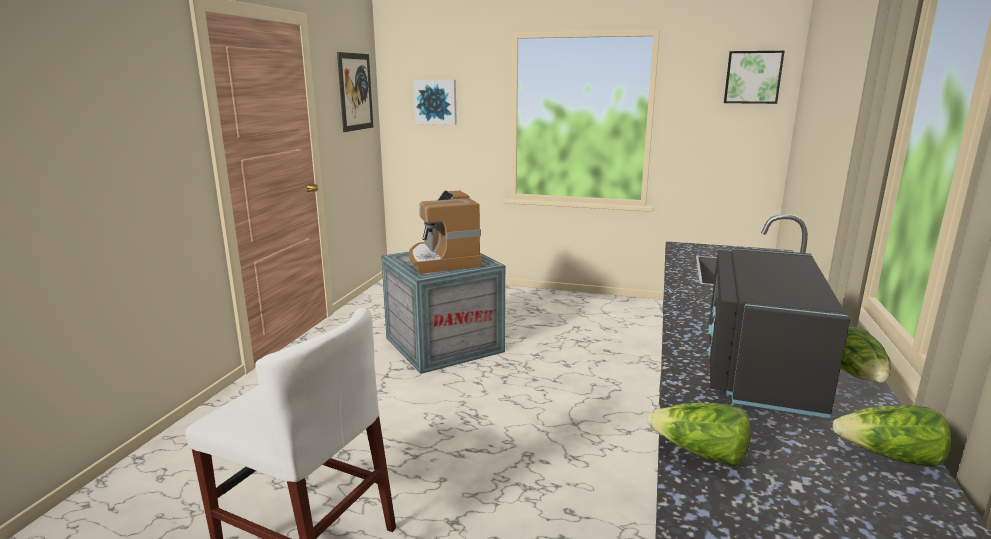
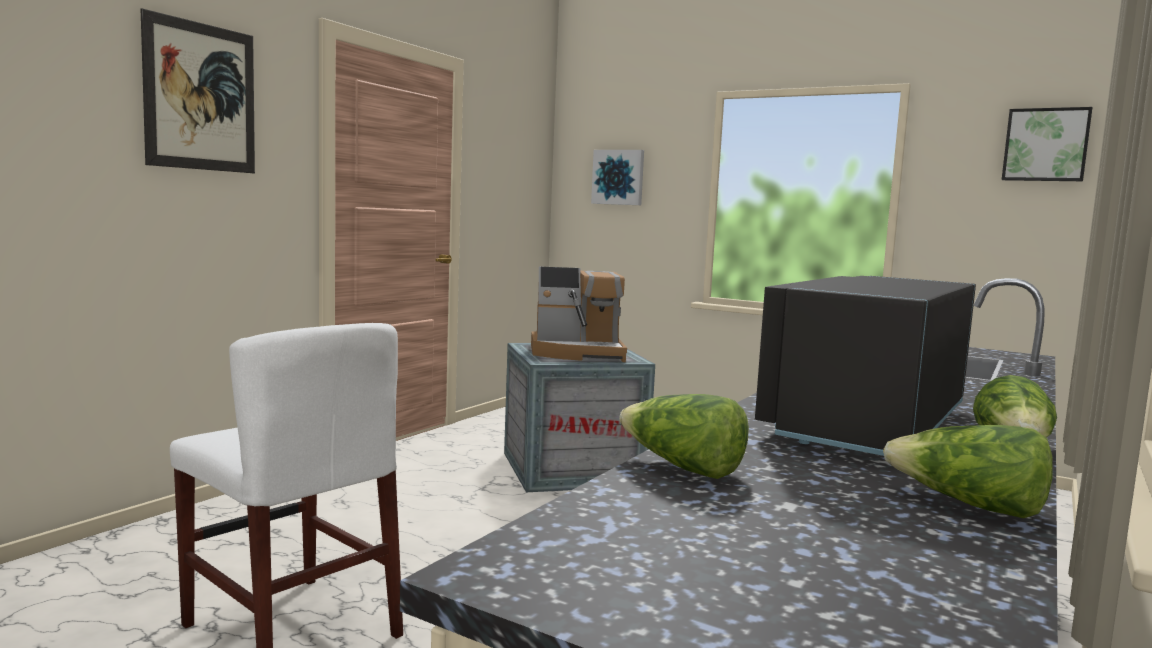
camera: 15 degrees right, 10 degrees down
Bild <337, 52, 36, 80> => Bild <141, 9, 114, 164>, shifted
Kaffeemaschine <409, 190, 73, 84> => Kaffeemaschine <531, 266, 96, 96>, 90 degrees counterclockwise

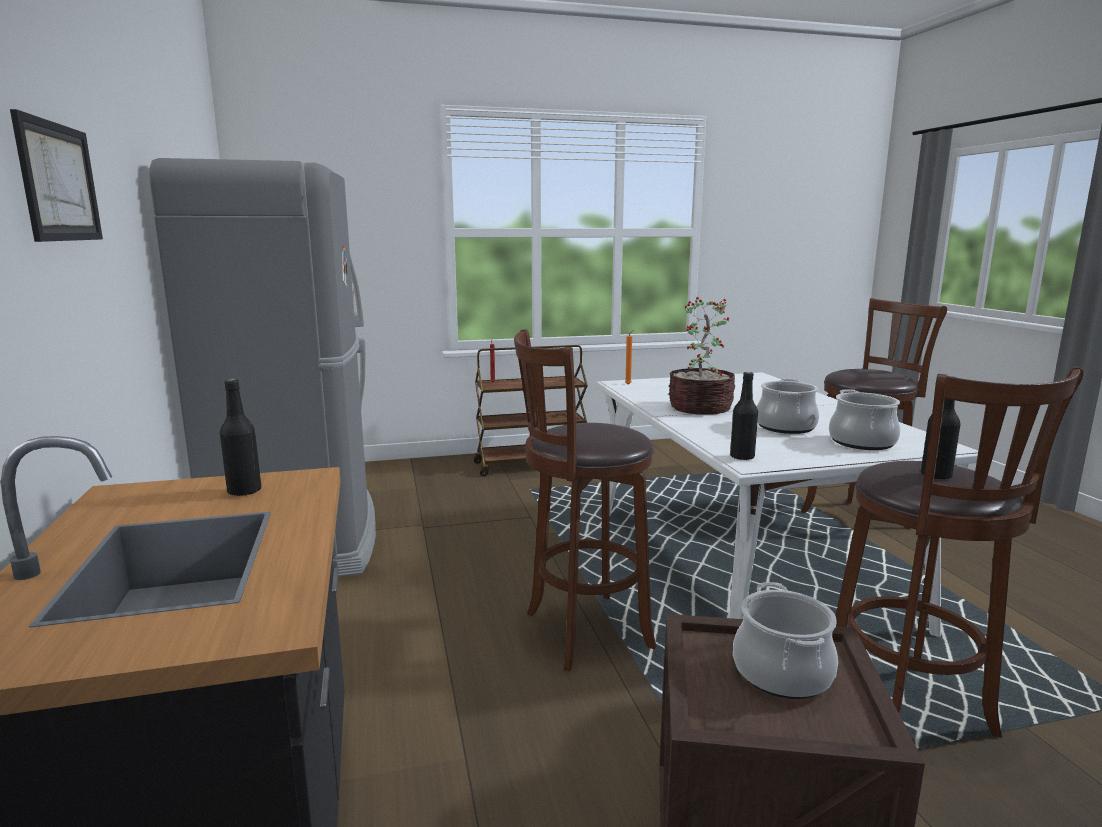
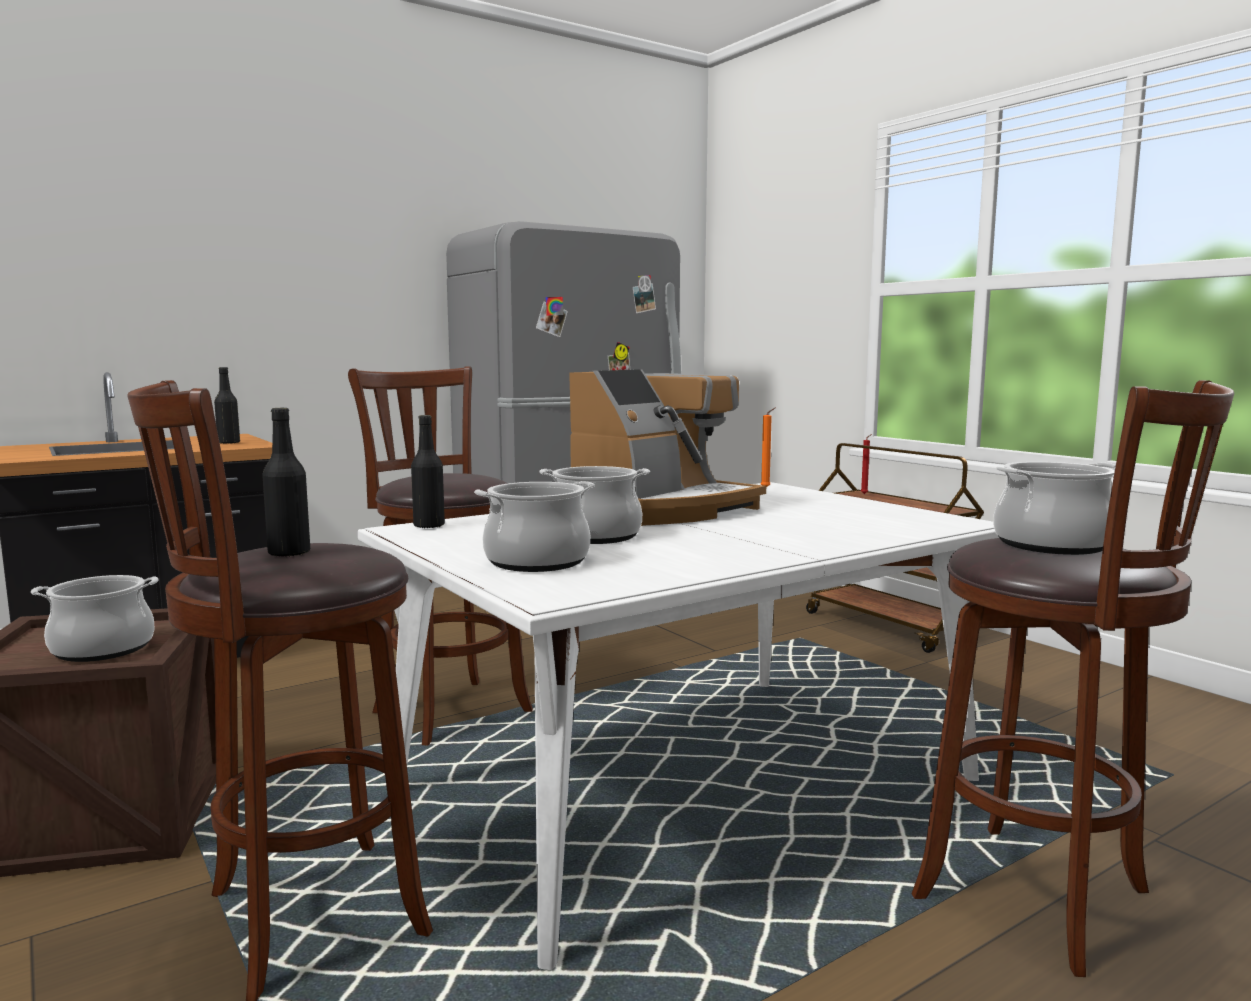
camera: 70 degrees right, 5 degrees down
Bild <10, 109, 93, 133> => nothing
nothing => Kochtopf <993, 462, 123, 93>
Topfpflanze <668, 297, 67, 118> => Kaffeemaschine <569, 369, 197, 157>

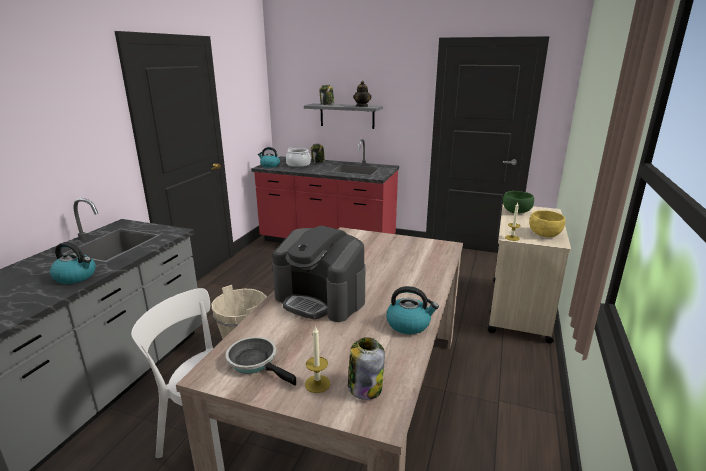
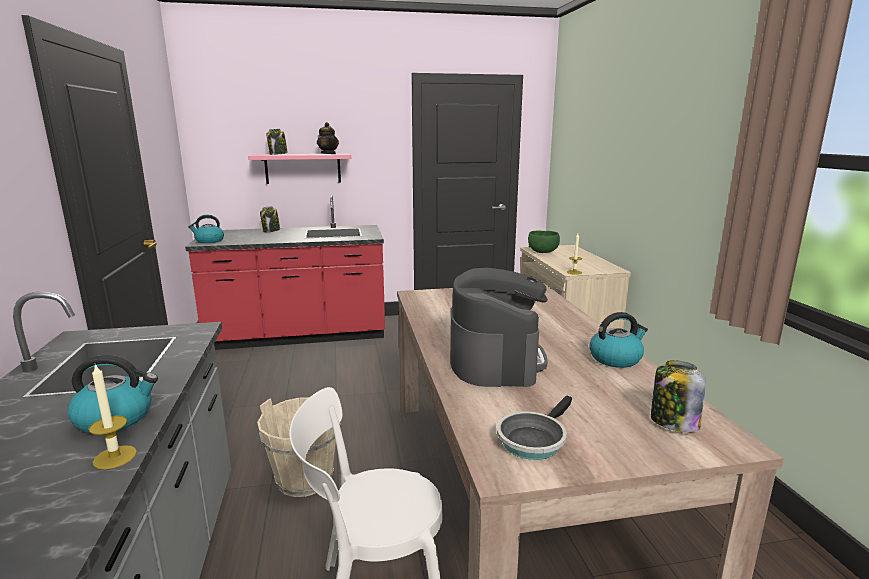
camera: 30 degrees left, 5 degrees down
Kochtopf <286, 148, 25, 20> => nothing
Schüssel (gelb) <529, 210, 36, 27> => nothing
Kerze <305, 325, 25, 68> => Kerze <89, 364, 48, 105>, shifted
Wandregal (grau) <304, 103, 79, 26> => Wandregal (rosa) <248, 154, 103, 30>
Pfanne <226, 337, 70, 48> => Pfanne <497, 396, 75, 64>, 60 degrees counterclockwise
Kaffeemaschine <272, 226, 93, 96> => Kaffeemaschine <450, 268, 98, 119>, 90 degrees counterclockwise

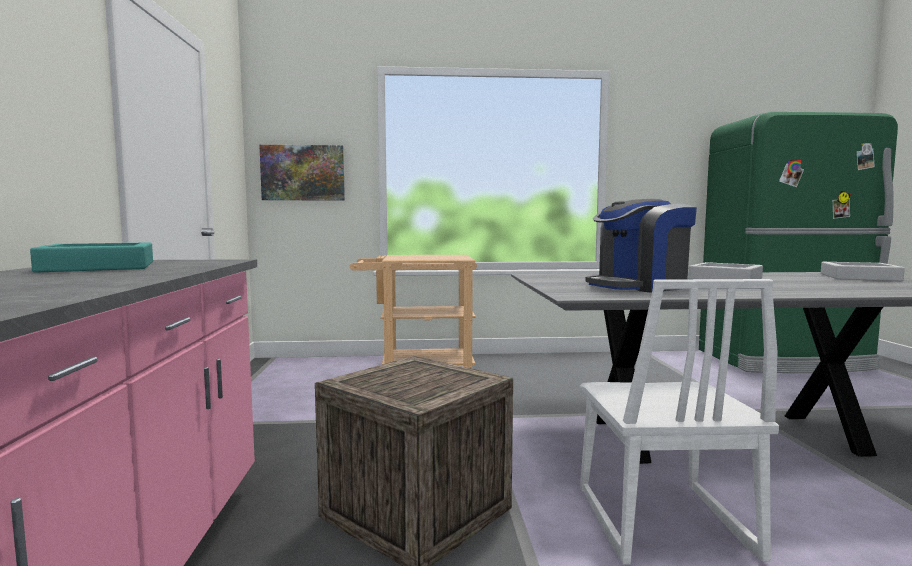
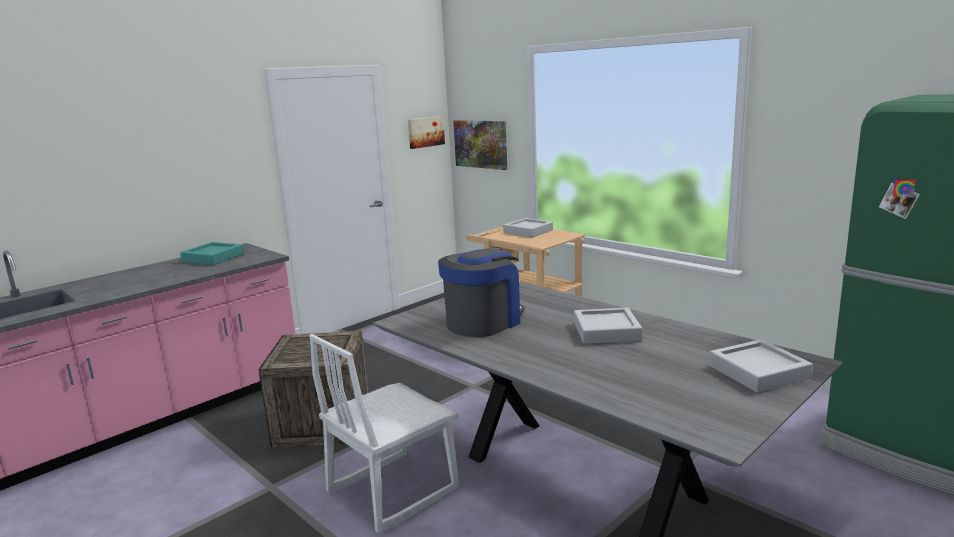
camera: 50 degrees right, 10 degrees up
nothing => Bild <408, 116, 37, 33>
nothing => Tablett (grau) <503, 218, 50, 20>
Kaffeemaschine <585, 199, 112, 93> => Kaffeemaschine <438, 247, 87, 90>, 105 degrees clockwise

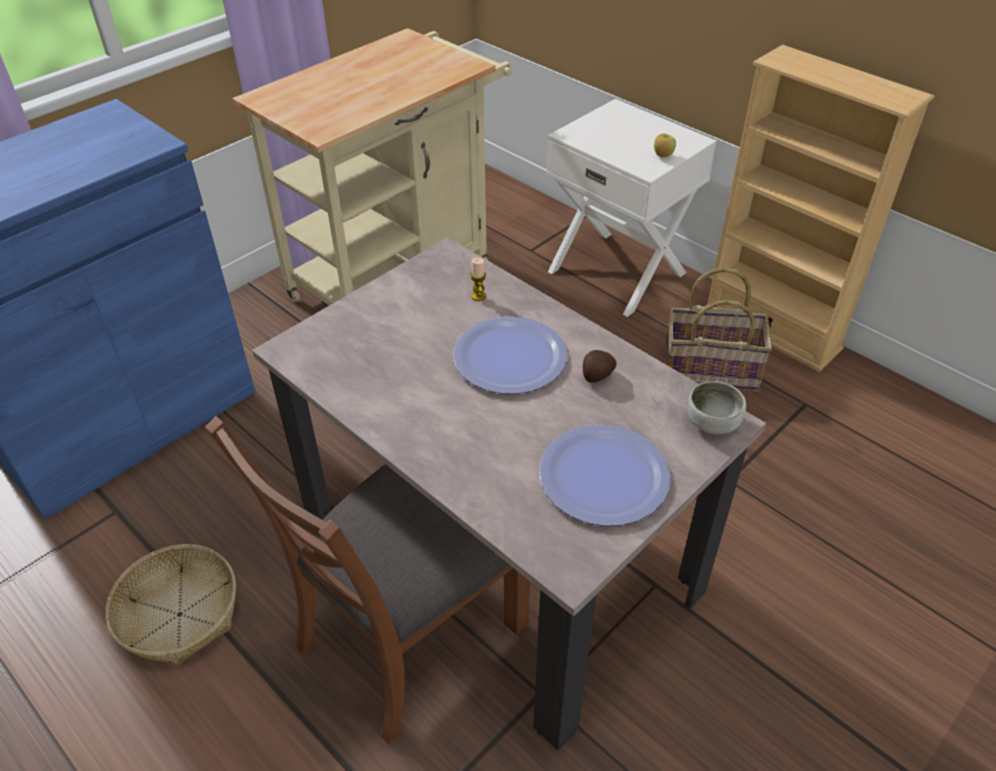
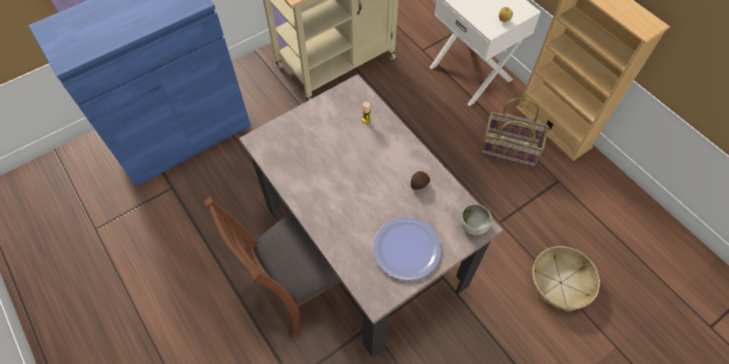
camera: 10 degrees right, 15 degrees up
Teller <453, 316, 114, 78> => nothing
Korb <106, 544, 130, 122> => Korb <532, 246, 68, 66>, shifted

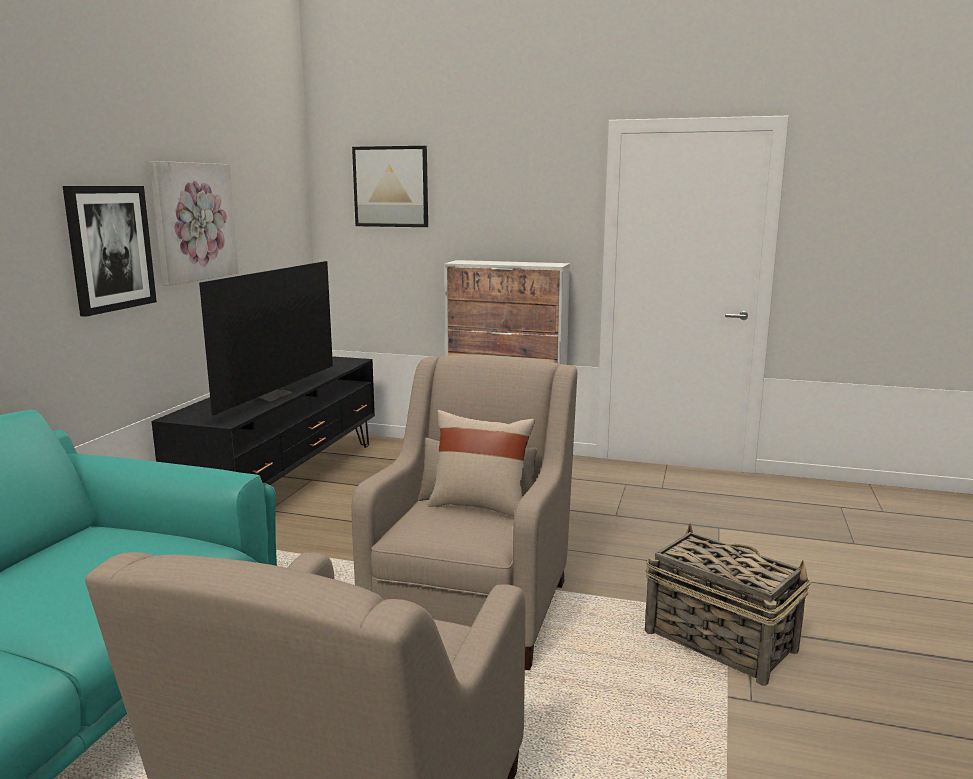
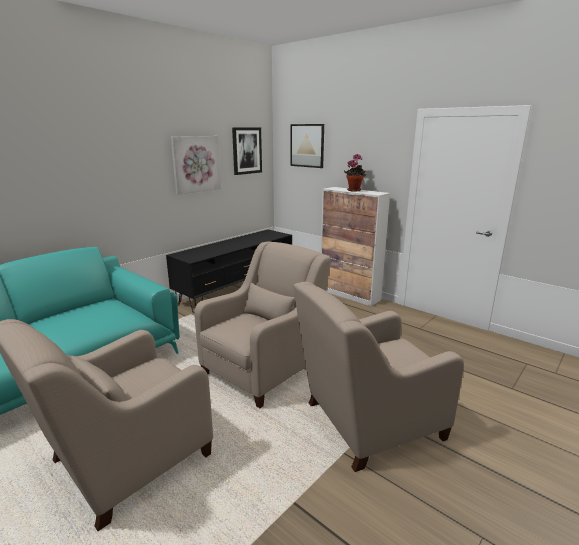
camera: 25 degrees right, 5 degrees up
Fernseher <199, 261, 134, 154> => nothing
Kissen (beige) <428, 410, 107, 107> => nothing
nothing => Topfpflanze <344, 154, 22, 38>
Bild <63, 186, 94, 131> => Bild <232, 127, 30, 48>, shifted
Korb <645, 523, 166, 163> => Sessel (beige) <293, 282, 171, 190>

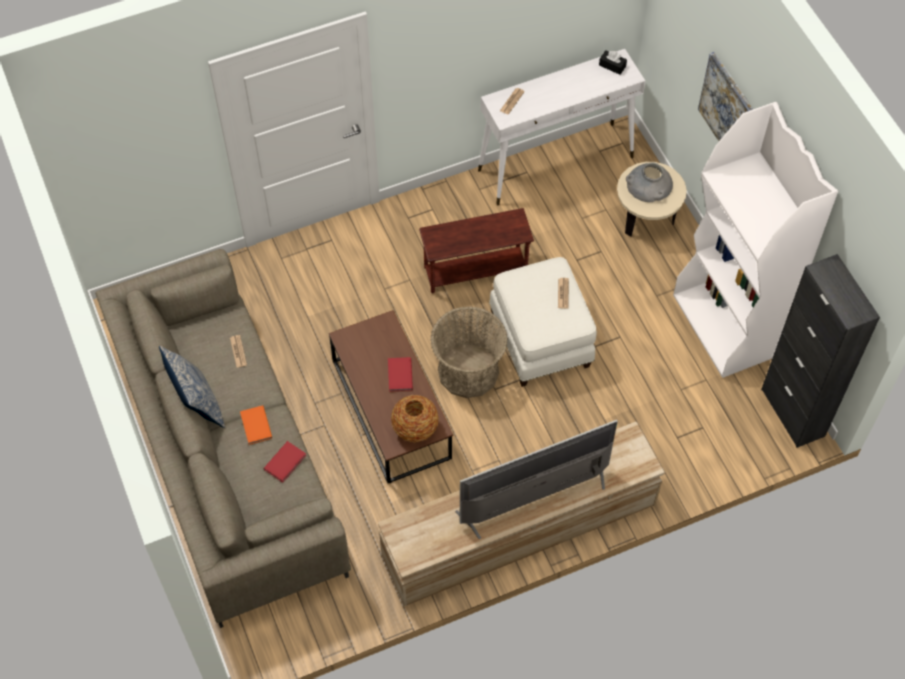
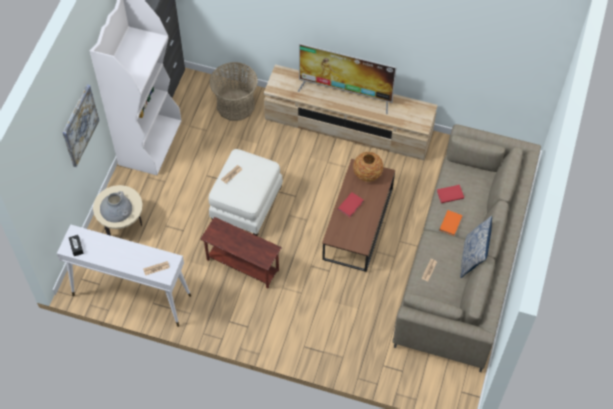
camera: 140 degrees left, 0 degrees up
Korb <430, 306, 78, 92> => Korb <210, 62, 48, 59>, shifted

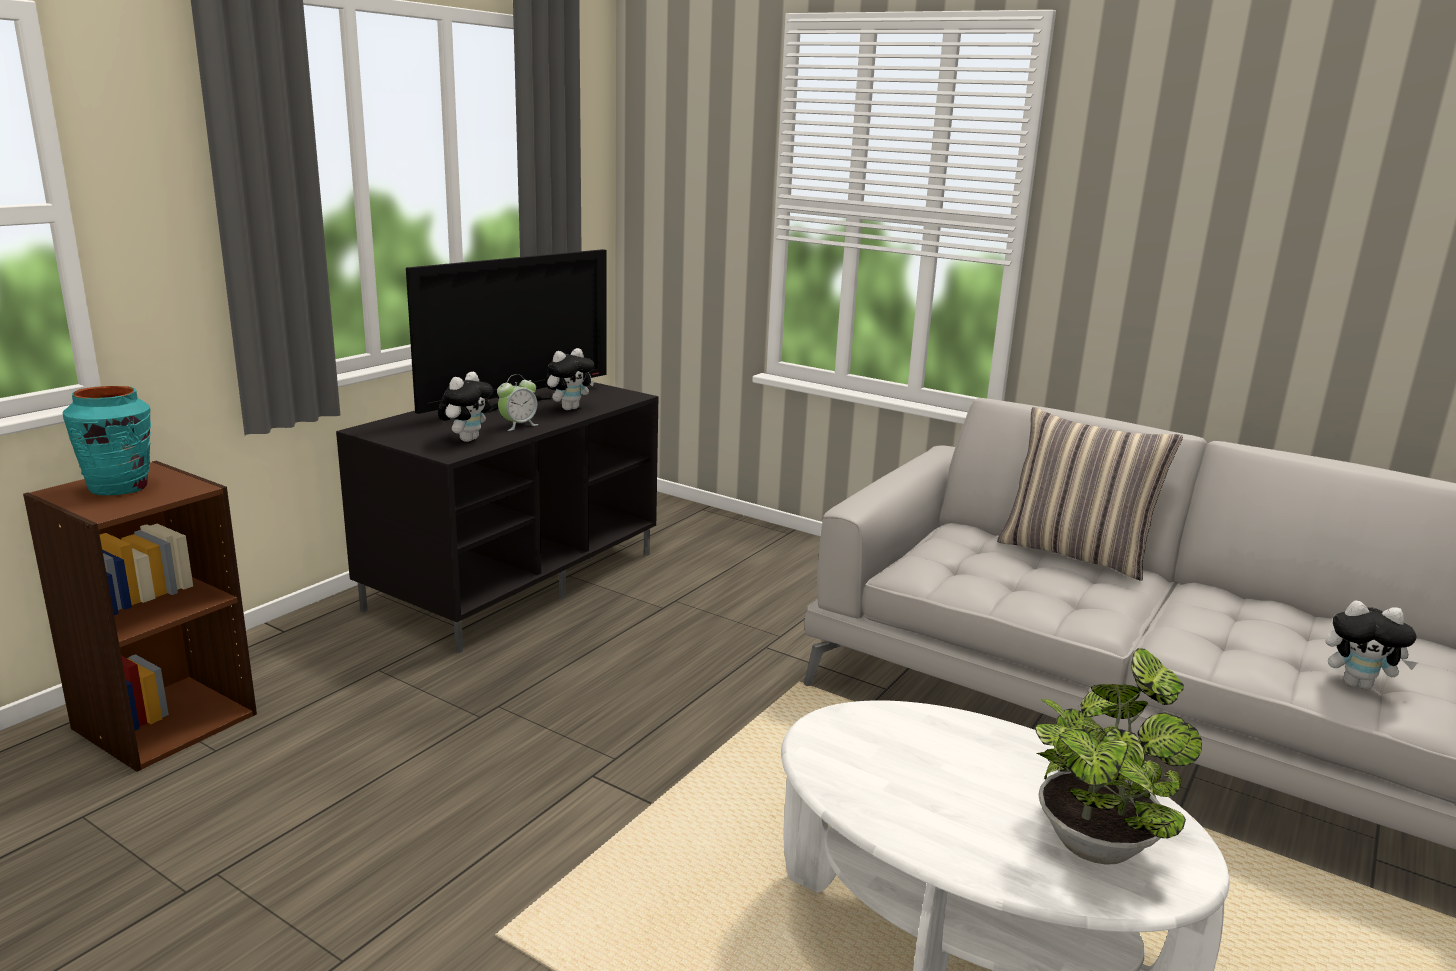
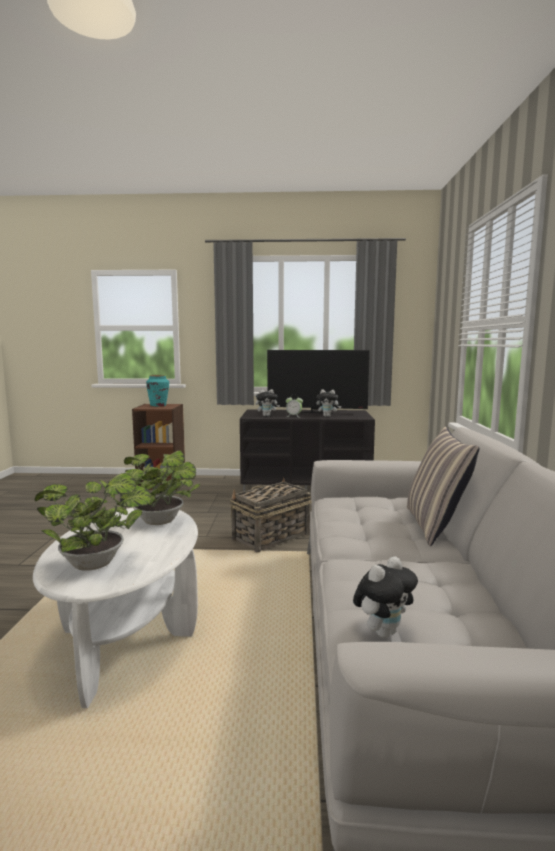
camera: 60 degrees right, 10 degrees down
nothing => Topfpflanze <124, 451, 76, 74>
nothing => Korb <230, 477, 81, 75>
Plüschtier <1326, 600, 92, 89> => Plüschtier <353, 556, 65, 82>, 120 degrees counterclockwise

